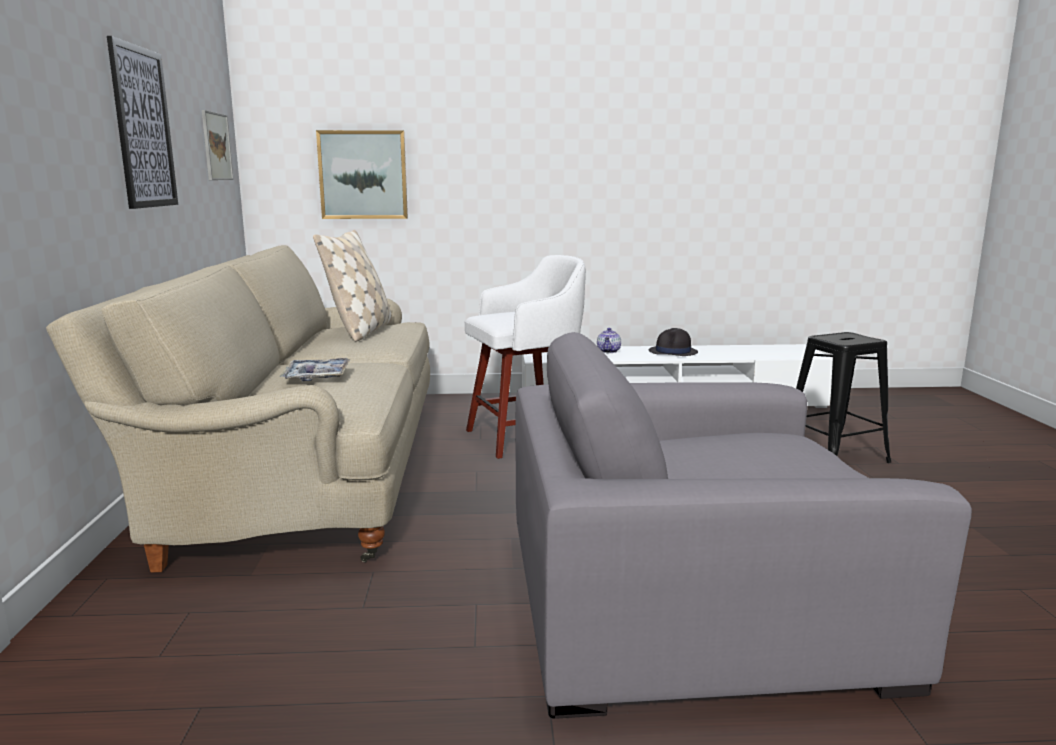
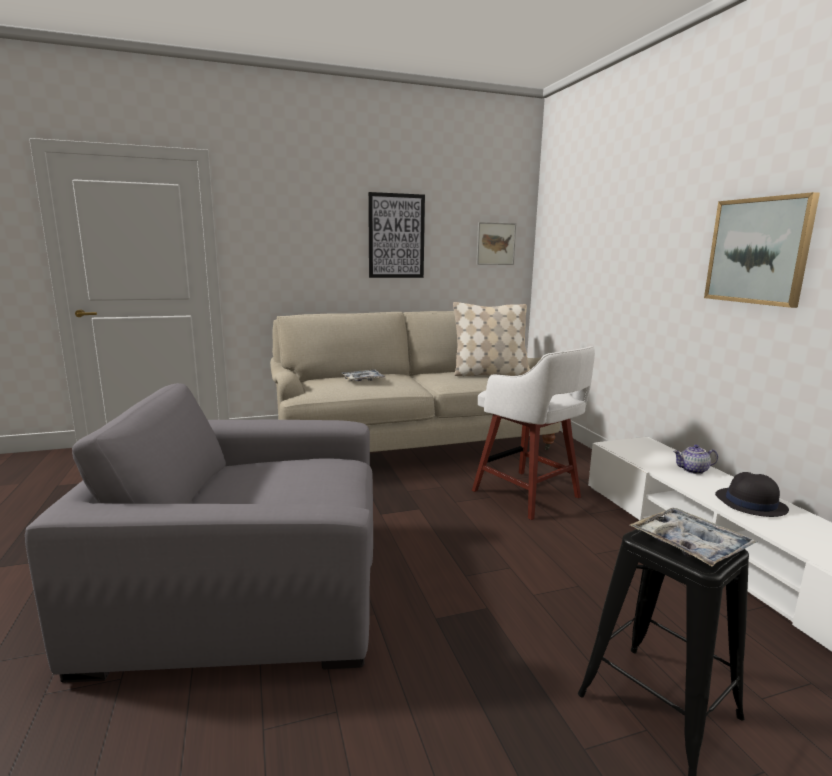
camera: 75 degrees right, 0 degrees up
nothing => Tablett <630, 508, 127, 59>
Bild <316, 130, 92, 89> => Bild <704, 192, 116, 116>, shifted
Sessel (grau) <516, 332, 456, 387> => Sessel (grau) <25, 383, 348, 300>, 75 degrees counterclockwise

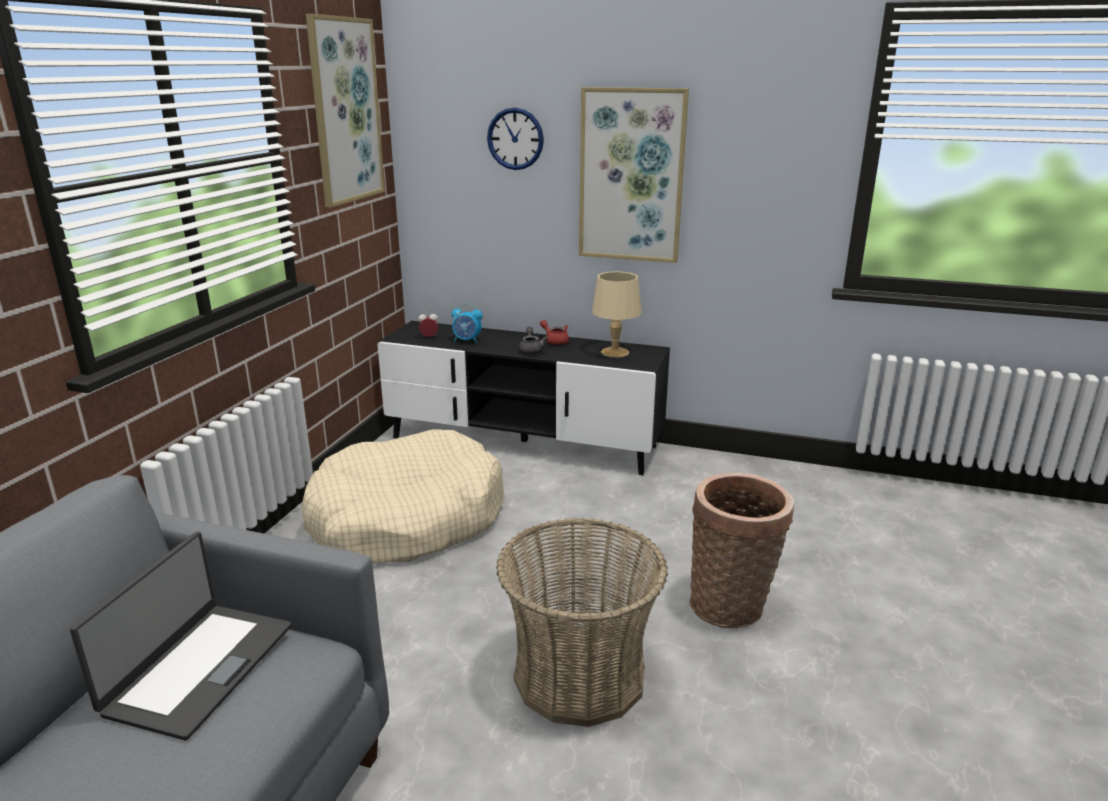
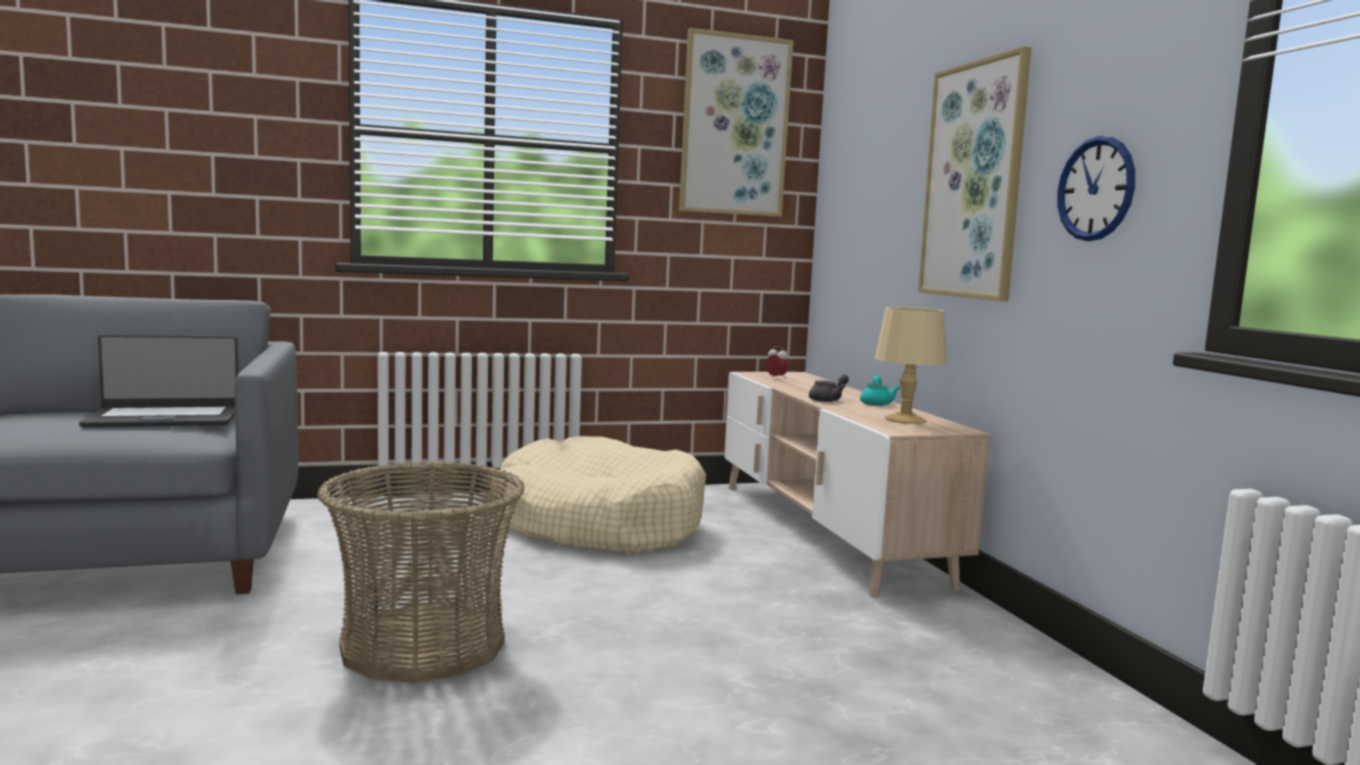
camera: 55 degrees right, 15 degrees down
Wecker <451, 303, 32, 40> => nothing
Korb <690, 473, 104, 155> => nothing
Wanduhr <487, 108, 57, 62> => Wanduhr <1057, 136, 78, 105>, shifted
Fernsehschrank (schwarz) <378, 321, 292, 154> => Fernsehschrank (beige) <725, 372, 265, 226>
Teekanne (rot) <540, 320, 29, 25> => Teekanne (türkis) <860, 376, 40, 30>

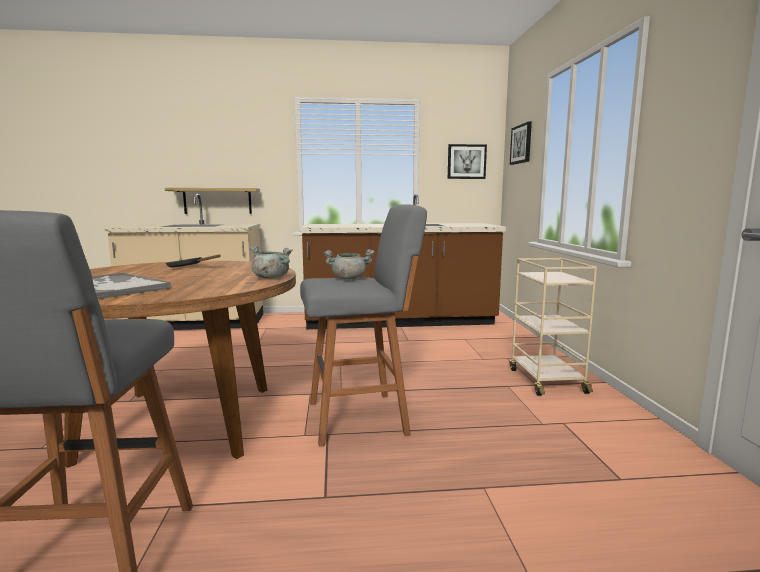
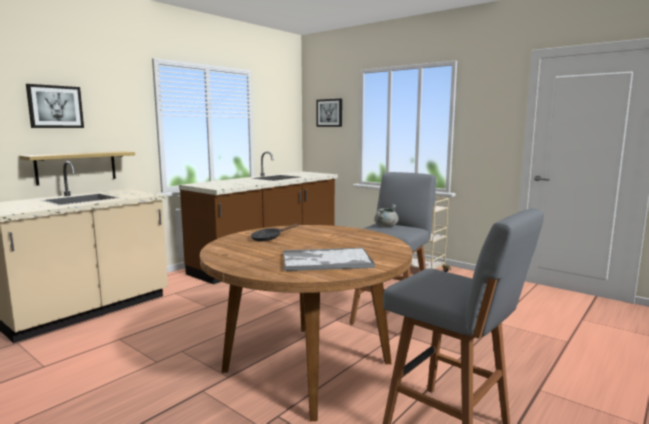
camera: 45 degrees left, 0 degrees up
Kochtopf (grau) <250, 246, 43, 33> => nothing
Bild <448, 144, 39, 35> => Bild <26, 84, 58, 44>, shifted

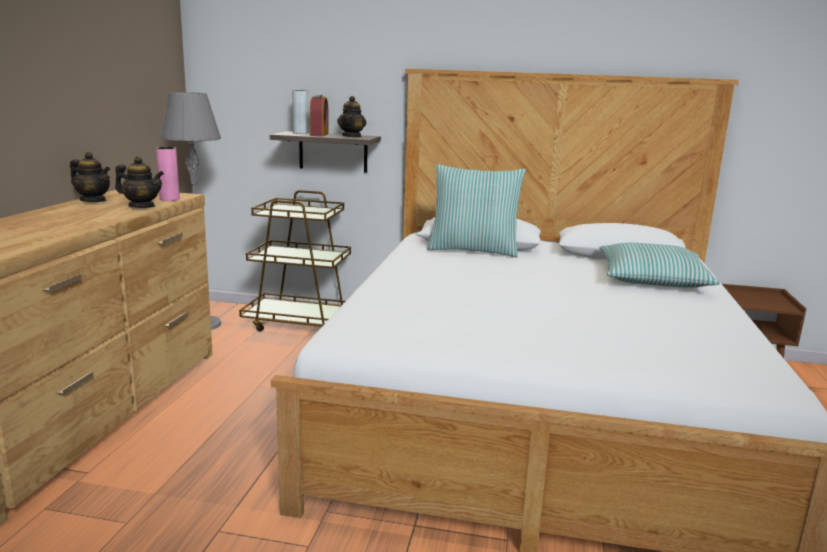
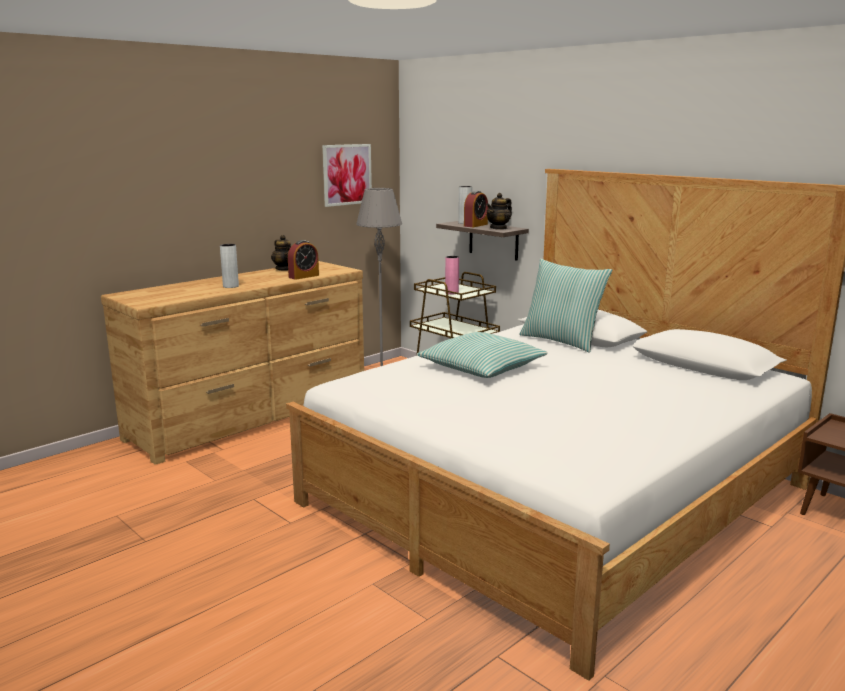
camera: 35 degrees right, 0 degrees up
nothing => Vase (grau) <220, 244, 19, 44>
nothing => Bild <322, 144, 50, 63>
Vase (rosa) <156, 147, 24, 54> => Vase (rosa) <445, 256, 14, 38>, shifted
Kissen <599, 243, 121, 45> => Kissen <417, 332, 131, 46>, shifted
Teekanne <115, 156, 49, 52> => Wecker <288, 240, 31, 40>

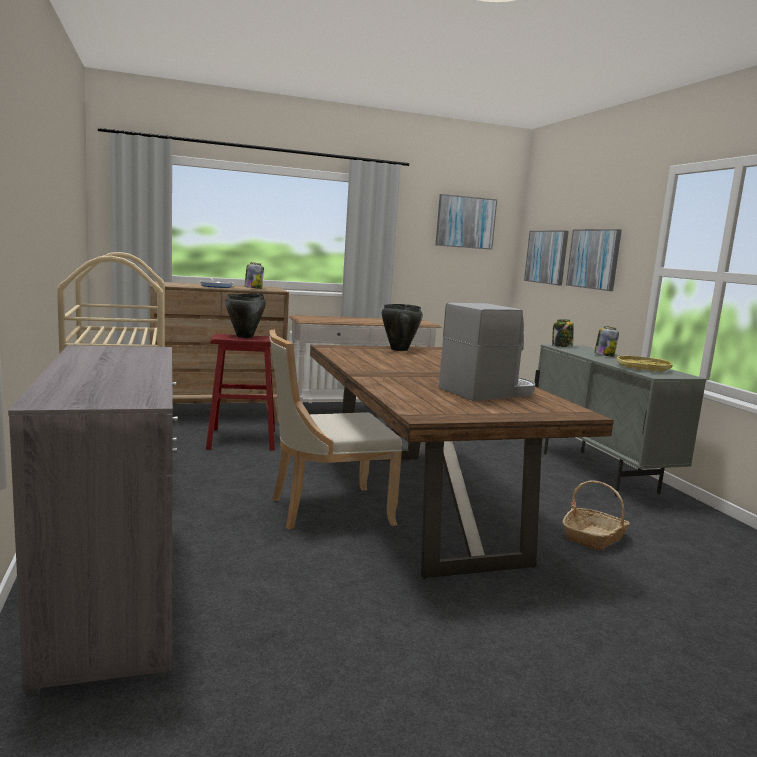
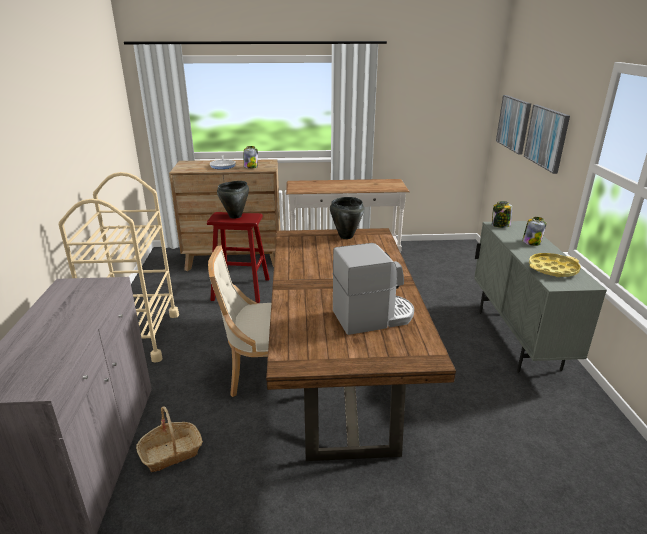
camera: 15 degrees right, 15 degrees up
Bild <435, 194, 62, 56> => nothing
Korb <562, 480, 68, 71> => Korb <136, 406, 67, 66>, shifted

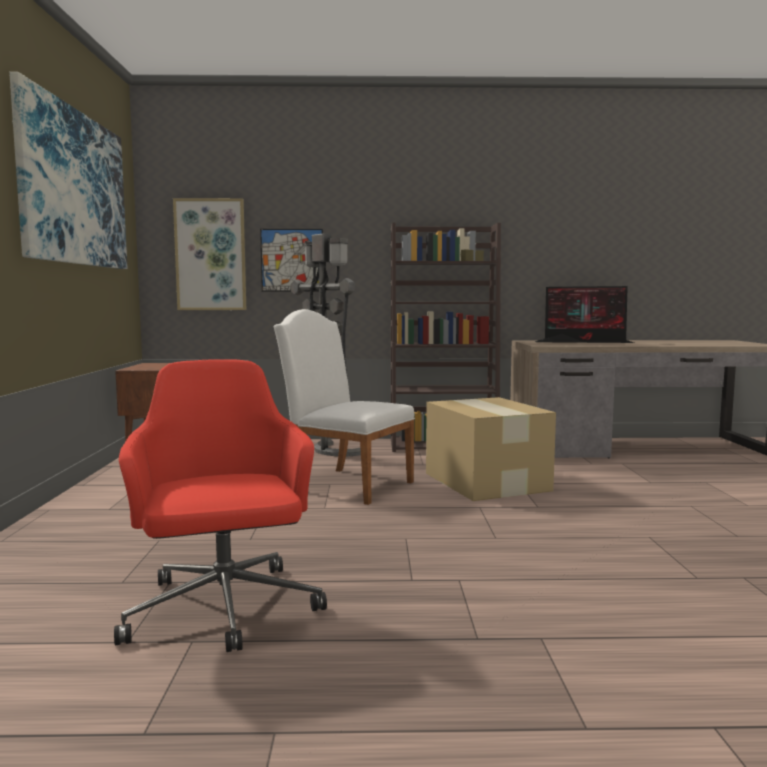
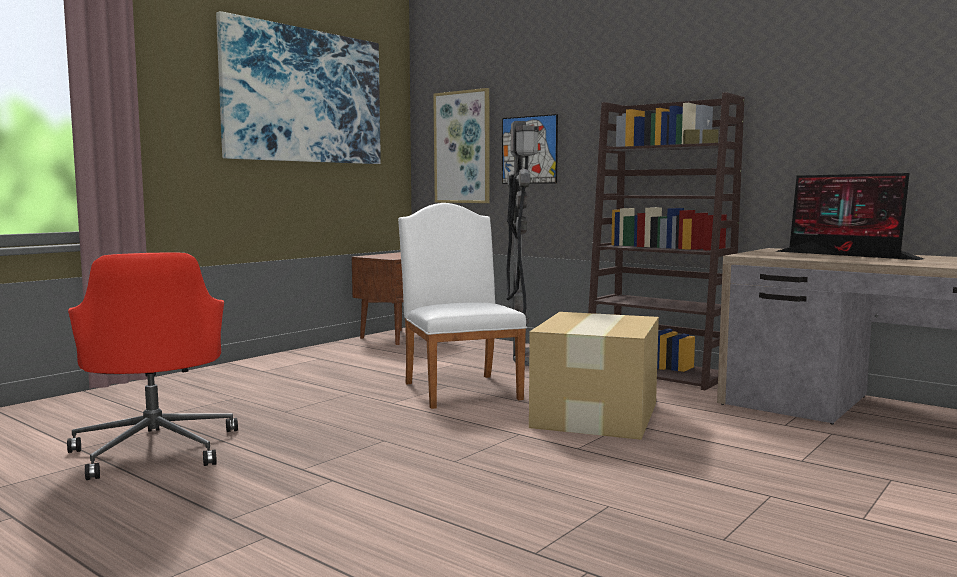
camera: 40 degrees right, 0 degrees up
Bürostuhl (rot) <114, 359, 213, 293> => Bürostuhl (rot) <67, 252, 171, 228>, 135 degrees clockwise

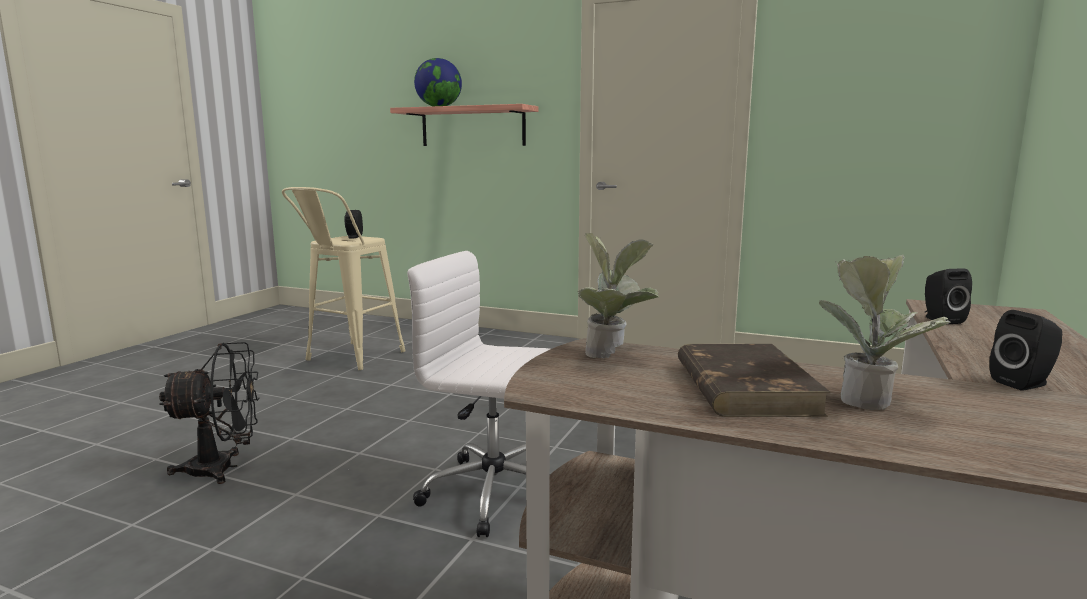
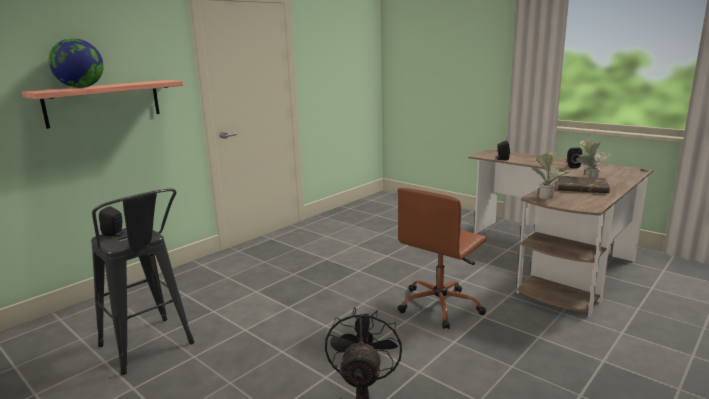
camera: 70 degrees left, 5 degrees up
Hocker (beige) <282, 187, 123, 183> => Hocker (schwarz) <91, 189, 103, 186>
Bürostuhl (weiß) <407, 251, 143, 286> => Bürostuhl (braun) <397, 188, 90, 141>

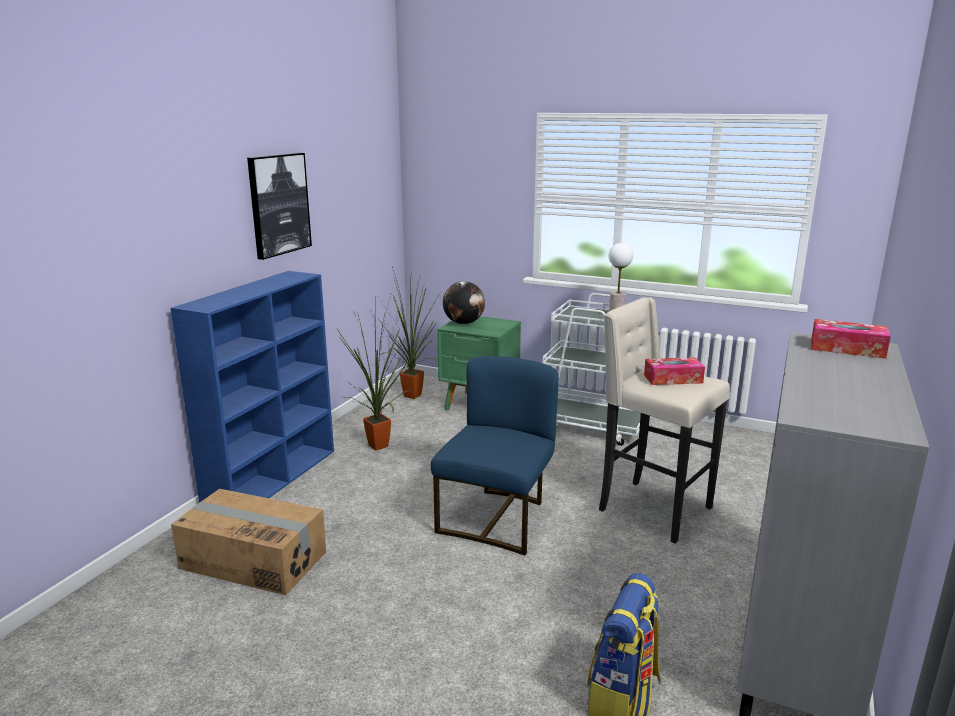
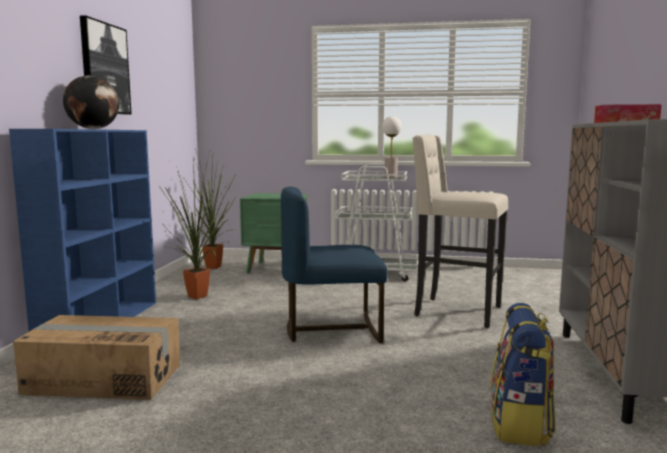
camera: 15 degrees left, 10 degrees down
Taschentuchbox <644, 357, 61, 28> => nothing
Globus <443, 281, 42, 43> => Globus <63, 76, 56, 53>, shifted
Stuhl (blau) <431, 356, 128, 199> => Stuhl (blau) <281, 187, 107, 156>, 105 degrees counterclockwise

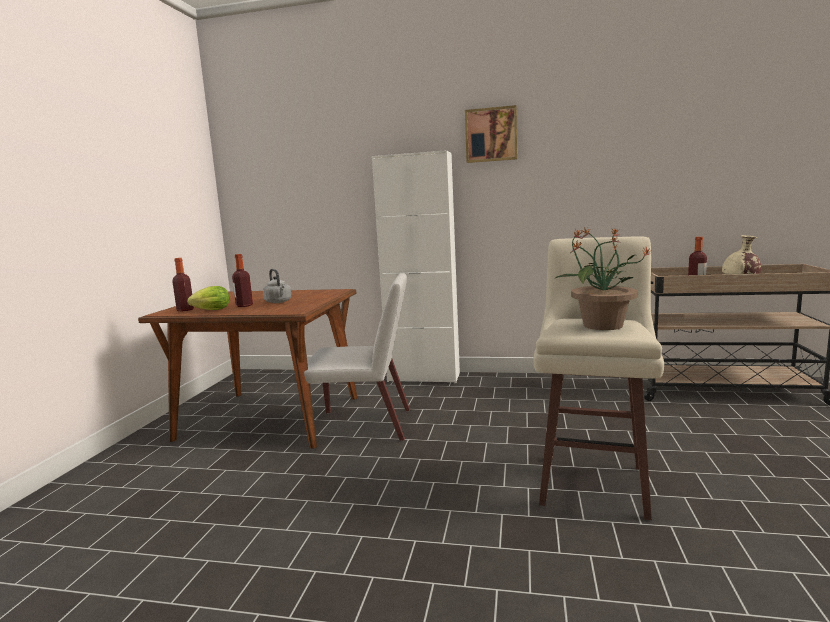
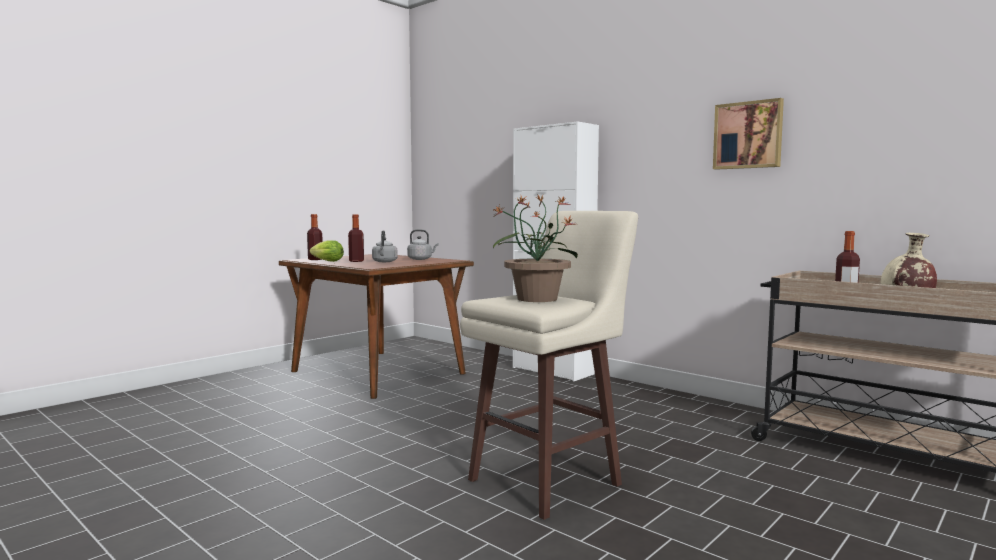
camera: 30 degrees right, 5 degrees down
Stuhl (weiß) <304, 273, 106, 168> => nothing
nothing => Wasserkessel (grau) <407, 229, 32, 31>
Bild <465, 105, 52, 58> => Bild <713, 98, 71, 72>, shifted

